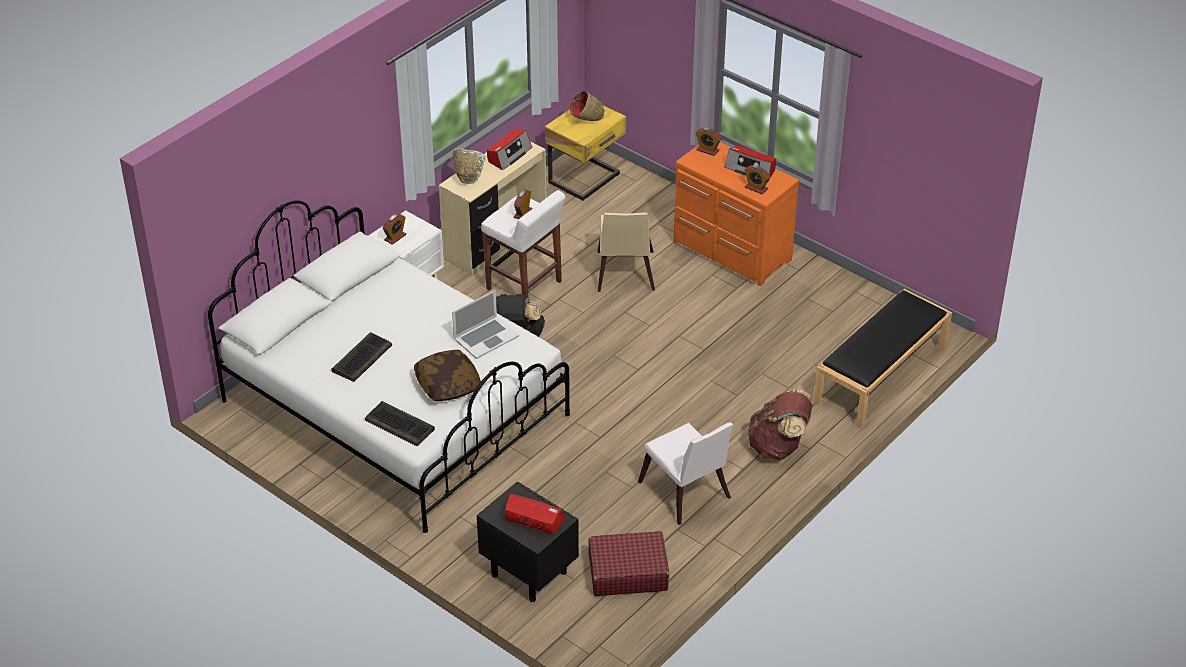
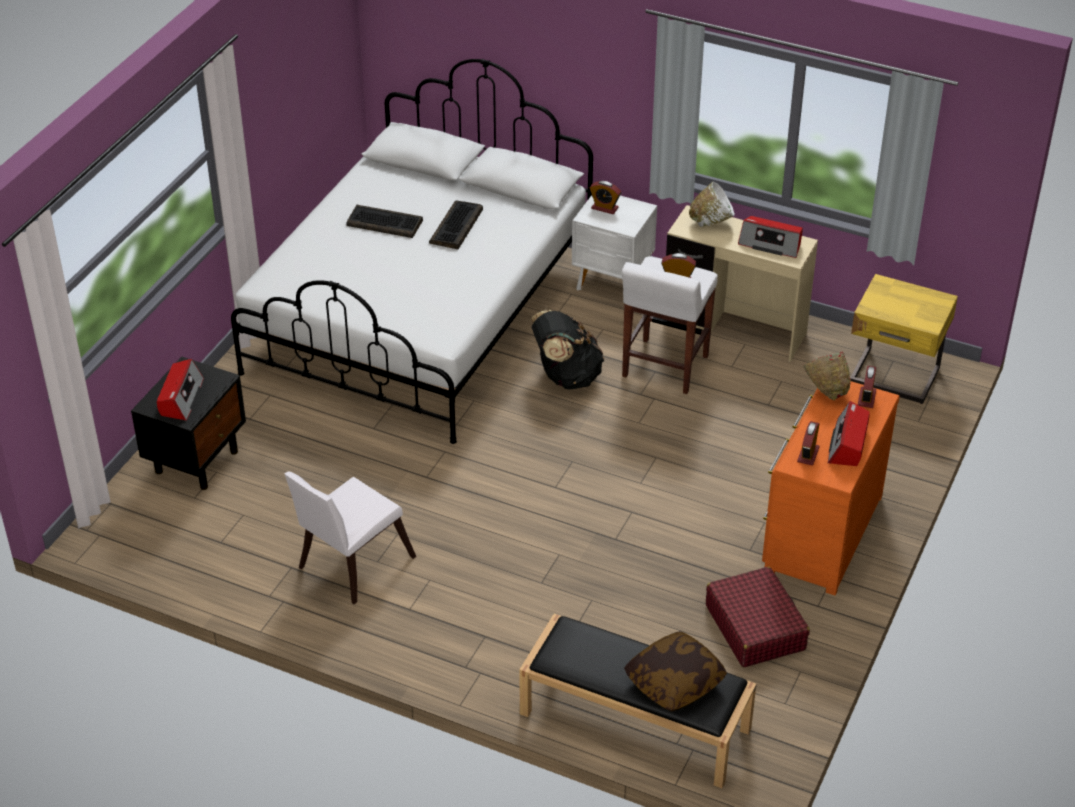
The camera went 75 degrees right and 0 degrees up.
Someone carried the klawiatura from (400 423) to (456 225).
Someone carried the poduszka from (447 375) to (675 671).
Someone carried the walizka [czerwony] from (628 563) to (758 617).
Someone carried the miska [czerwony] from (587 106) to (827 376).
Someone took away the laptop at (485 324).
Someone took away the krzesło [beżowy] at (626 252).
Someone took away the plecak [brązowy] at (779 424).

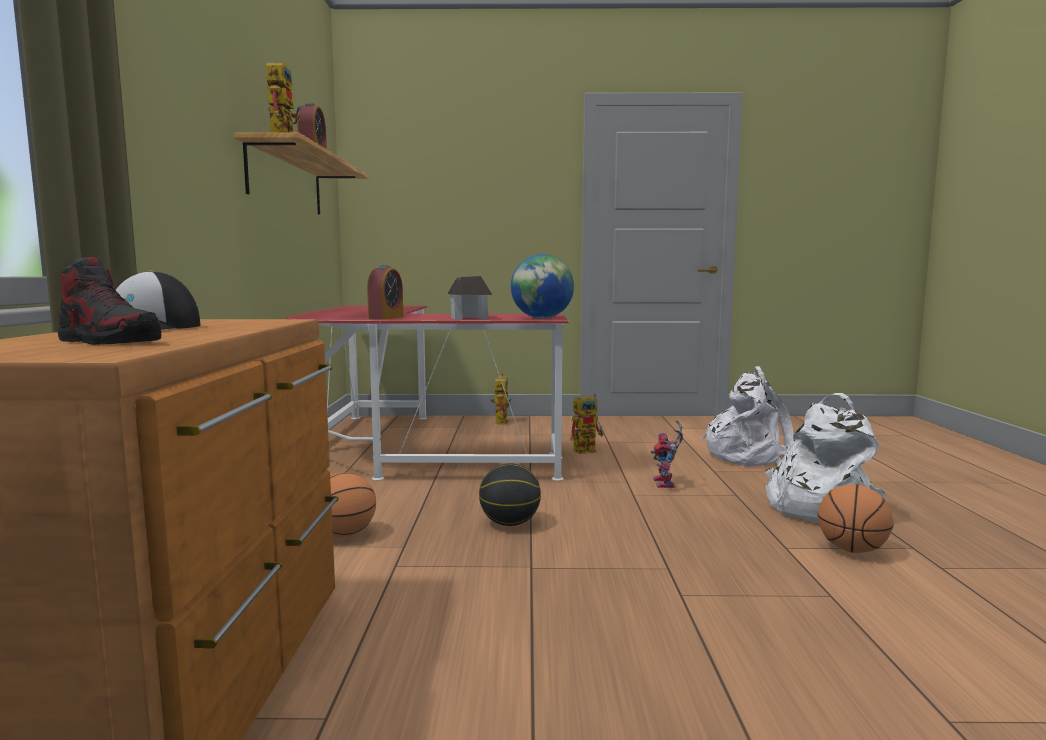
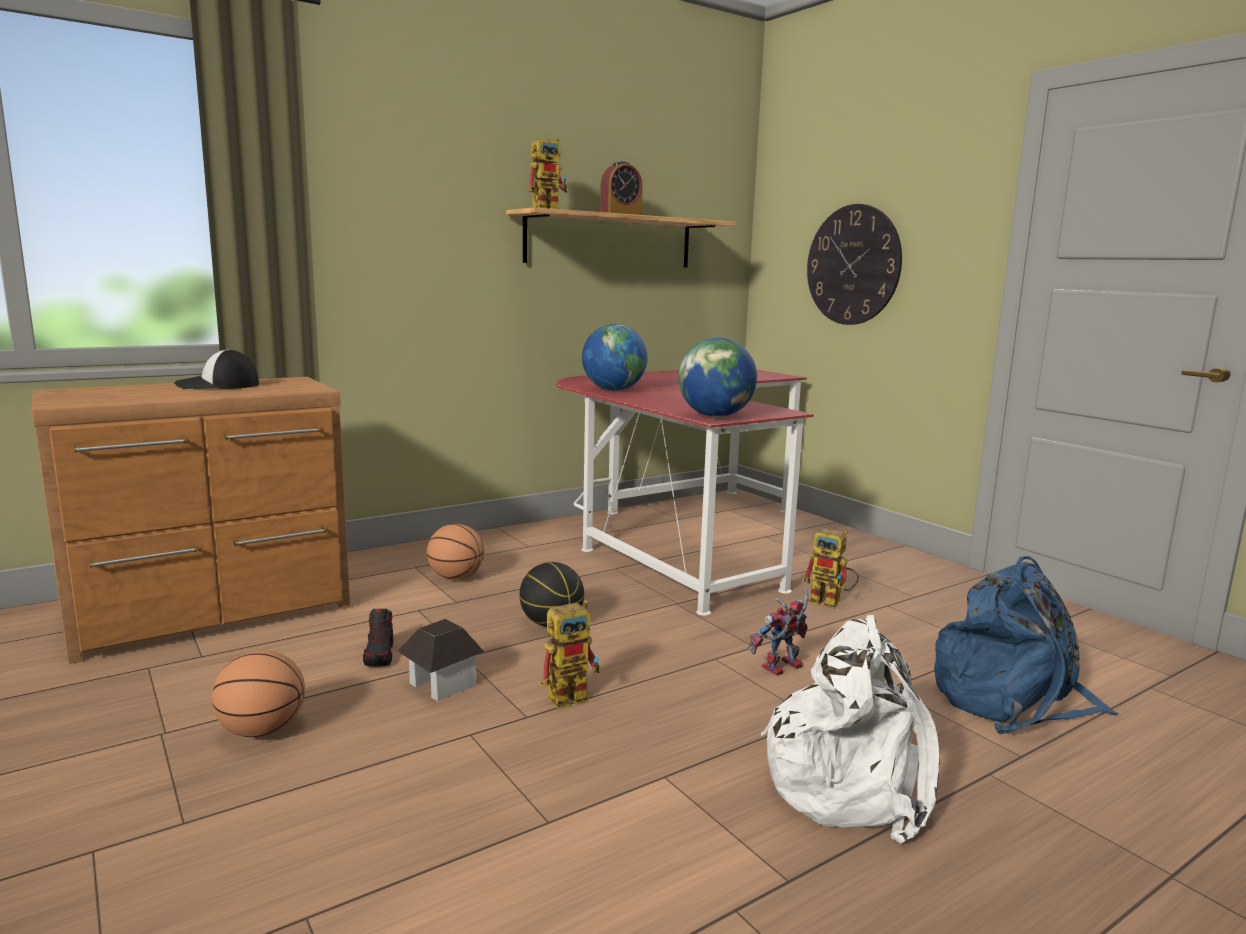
The camera went 55 degrees right and 5 degrees up.
Someone carried the piłka do koszykówki from (855 518) to (258 693).
Someone carried the but from (109 301) to (378 638).
Someone carried the domek from (469 298) to (441 660).
Someone carried the robot zabawkowy from (501 398) to (571 654).
Someone swapped the budzik at (385 292) for the globus at (615 357).
Someone put up the zegar ścienny at (854 264).
Someone repainted the plecak [biały] at (747 416), which became the plecak [niebieski] at (1026 645).

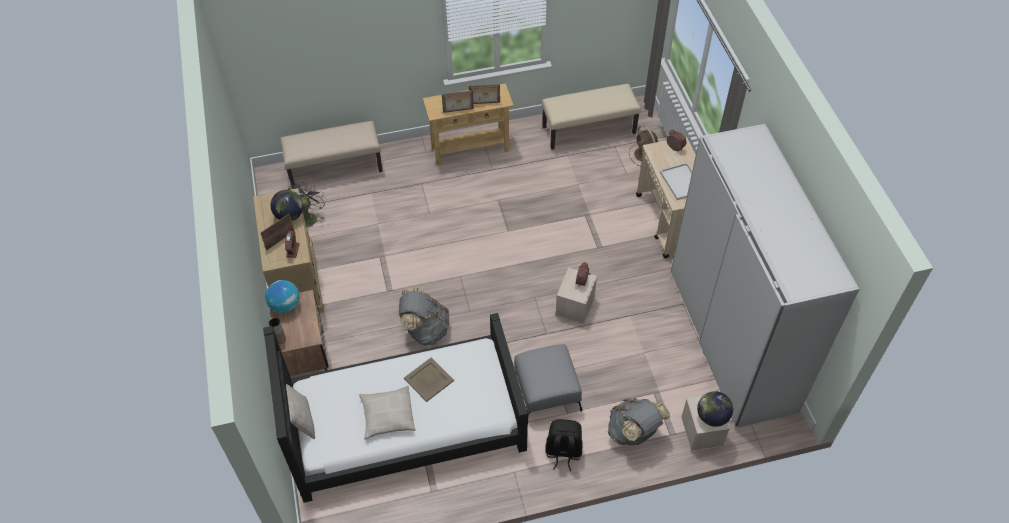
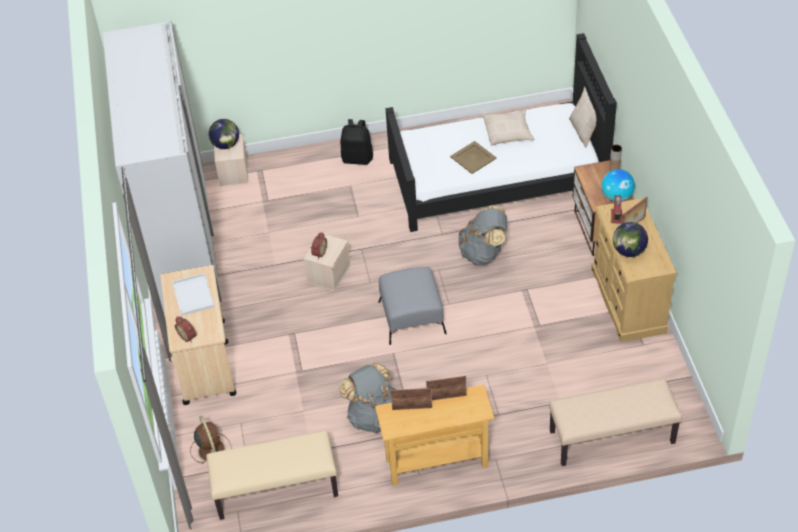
The camera went 175 degrees left and 5 degrees down.
Someone carried the plecak [szary] from (639 421) to (367 398).
Someone carried the pufa [szary] from (548 379) to (412 306).
Someone took away the wentylator [szary] at (306 204).

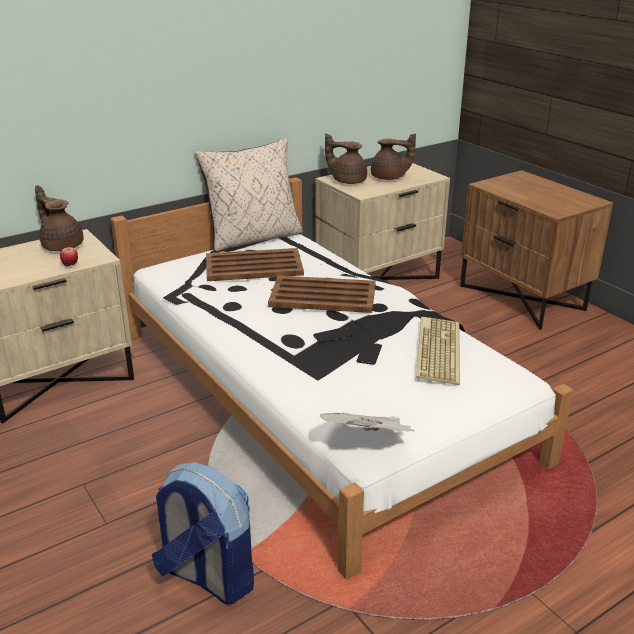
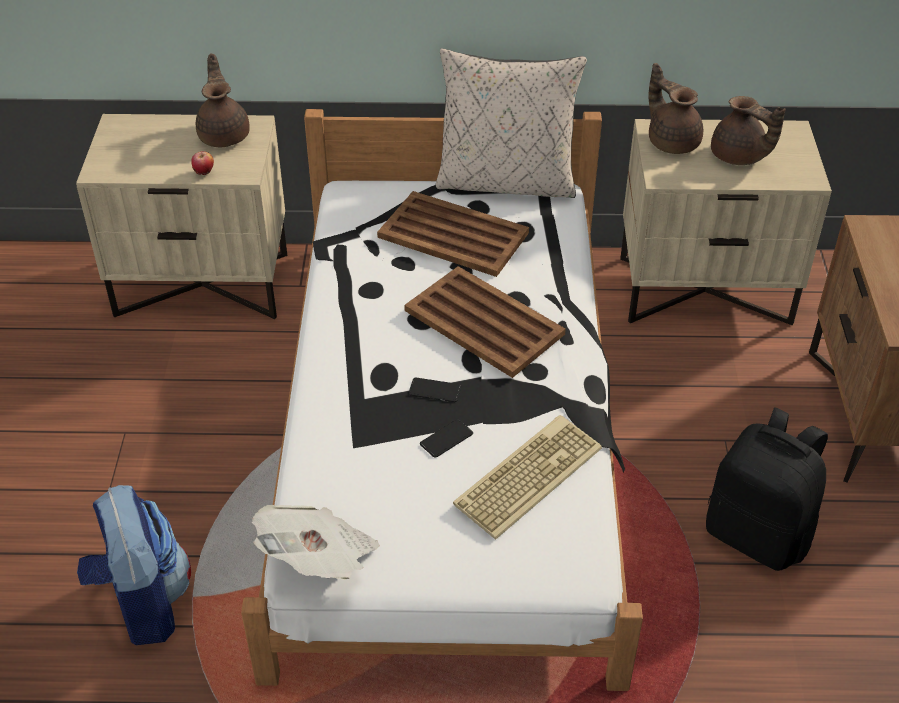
The camera went 35 degrees right and 15 degrees up.
Someone put down the plecak [czarny] at (767 489).

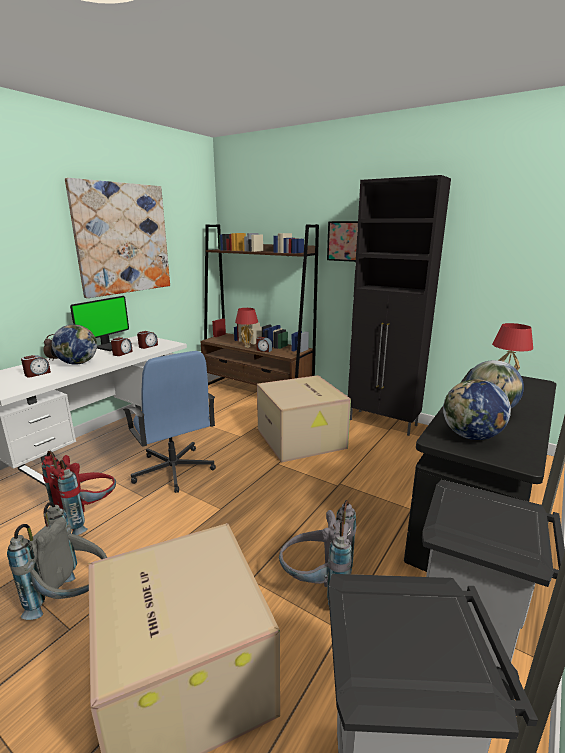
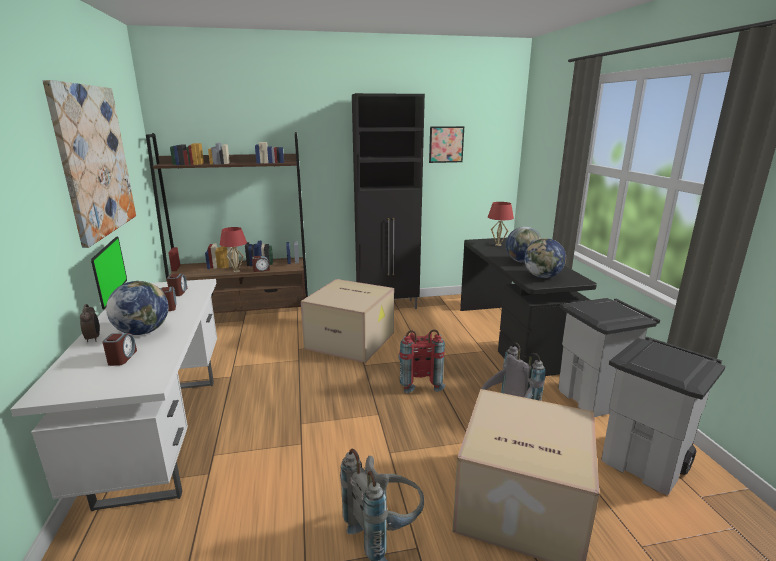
The camera went 45 degrees left and 0 degrees up.
Someone carried the plecak [czerwony] from (79 493) to (422 361).
Someone carried the obraz from (342 241) to (446 144).
Someone took away the krzesło biurowe [niebieski] at (169 422).

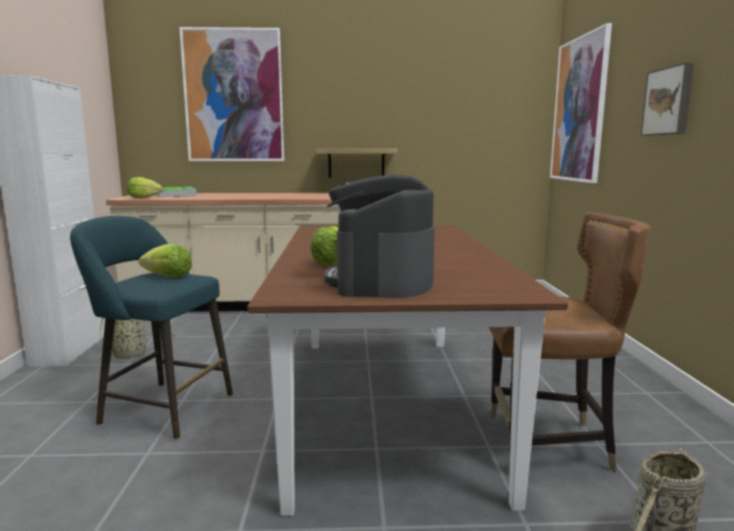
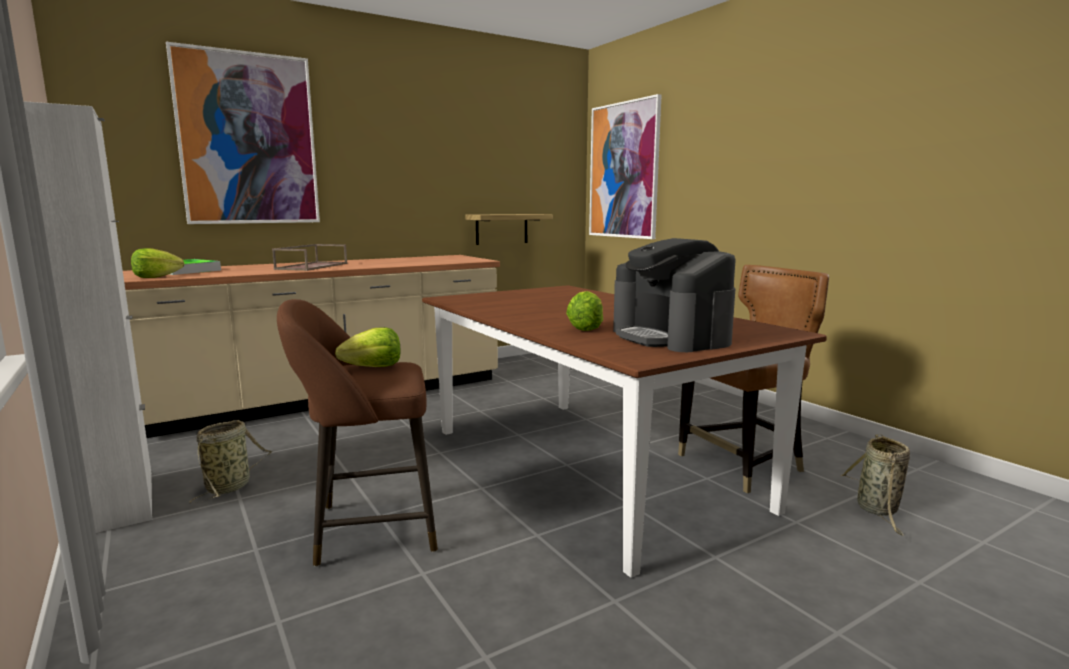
The camera went 30 degrees left and 0 degrees up.
Someone put down the taca [brązowy] at (309 257).
Someone repainted the stołek [turkusowy] at (151 328), which became the stołek [brązowy] at (357 433).
Someone carried the półka from (357 163) to (509 229).
Someone took away the obraz at (667 99).

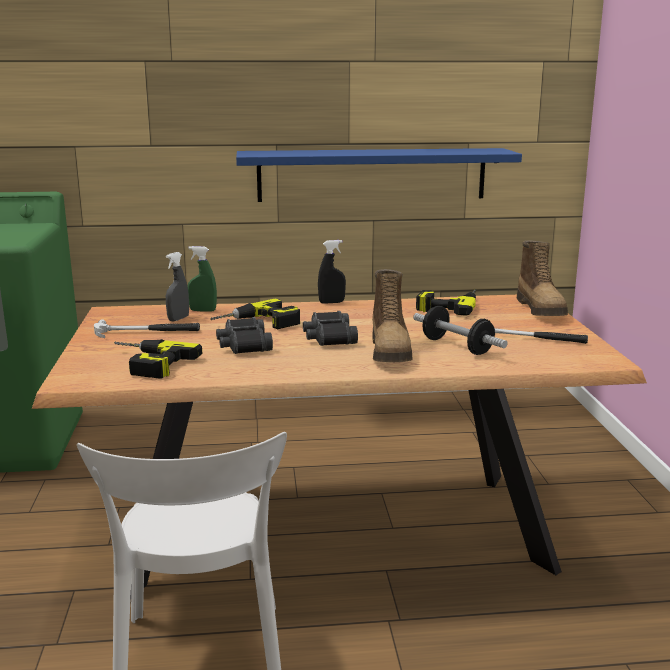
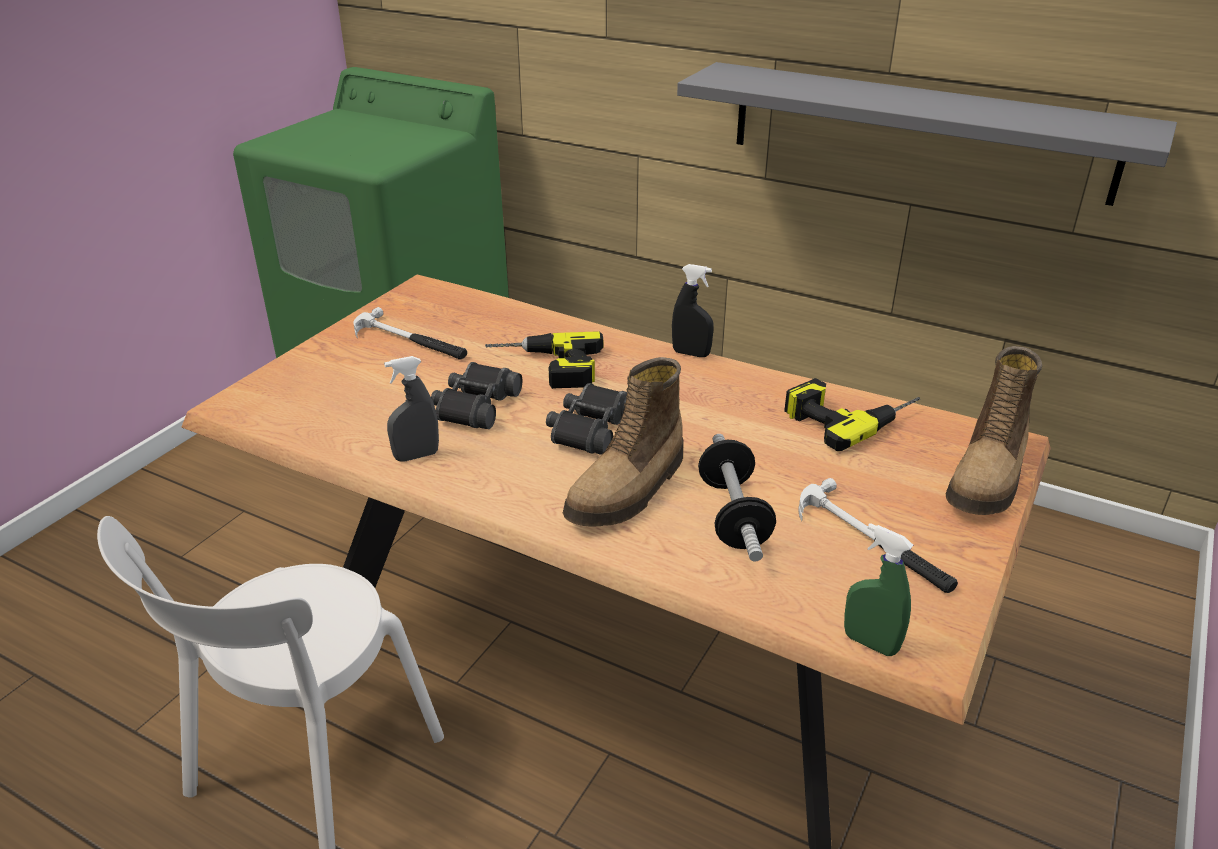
The camera went 35 degrees right and 15 degrees up.
Someone carried the spryskiwacz [szary] from (177 286) to (411 409).
Someone repainted the półka [niebieski] at (379 175), which became the półka [szary] at (927 134).
Someone carried the spryskiwacz [zielony] from (202 278) to (878 589).
Someone took away the wiertarka at (158 359).

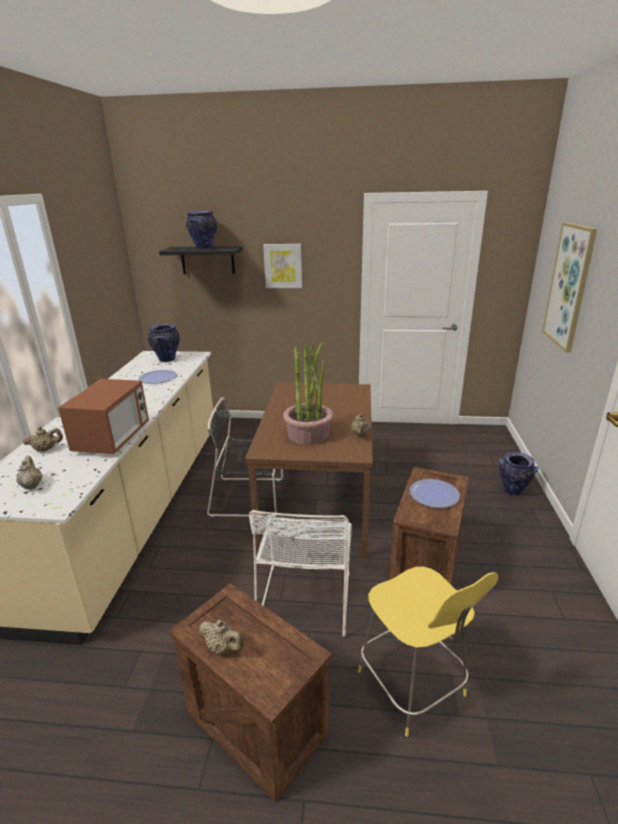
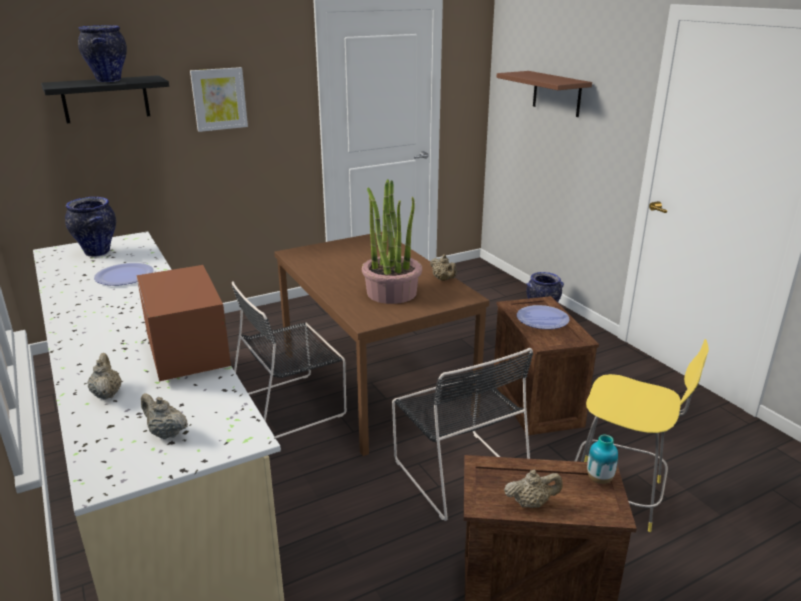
The camera went 35 degrees left and 0 degrees up.
Someone rotated the imbryk [beżowy] at (42 439) by 60 degrees counterclockwise.
Someone repainted the krzesło [biały] at (300 573), which became the krzesło [czarny] at (462 434).
Someone swapped the obraz at (569 287) for the półka [brązowy] at (544 94).
Someone put down the wazon at (602 459).

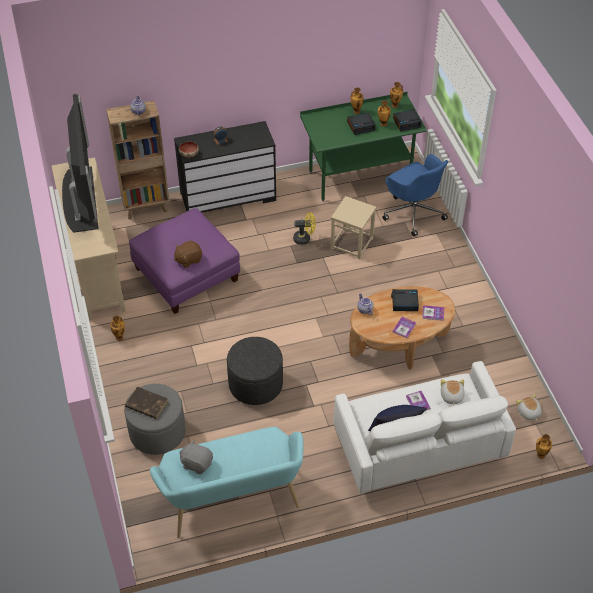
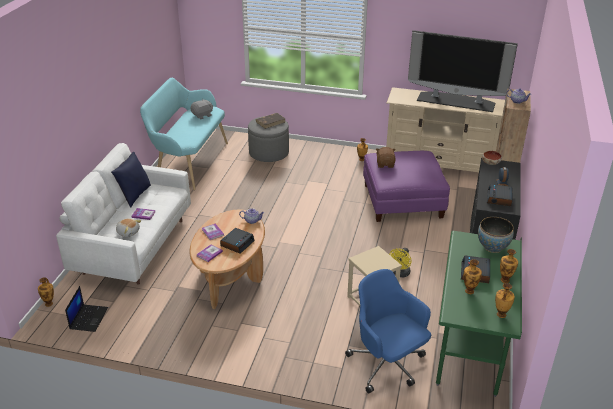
The camera went 120 degrees right and 15 degrees down.
Someone swapped the pluszak at (529 407) for the laptop at (86 309).
Someone rotated the krzesło biurowe [niebieski] at (415 195) by 60 degrees clockwise.
Someone put down the miska at (496 235).
Someone carried the budzik from (407 120) to (500 195).
Someone took away the pufa [szary] at (255 371).

